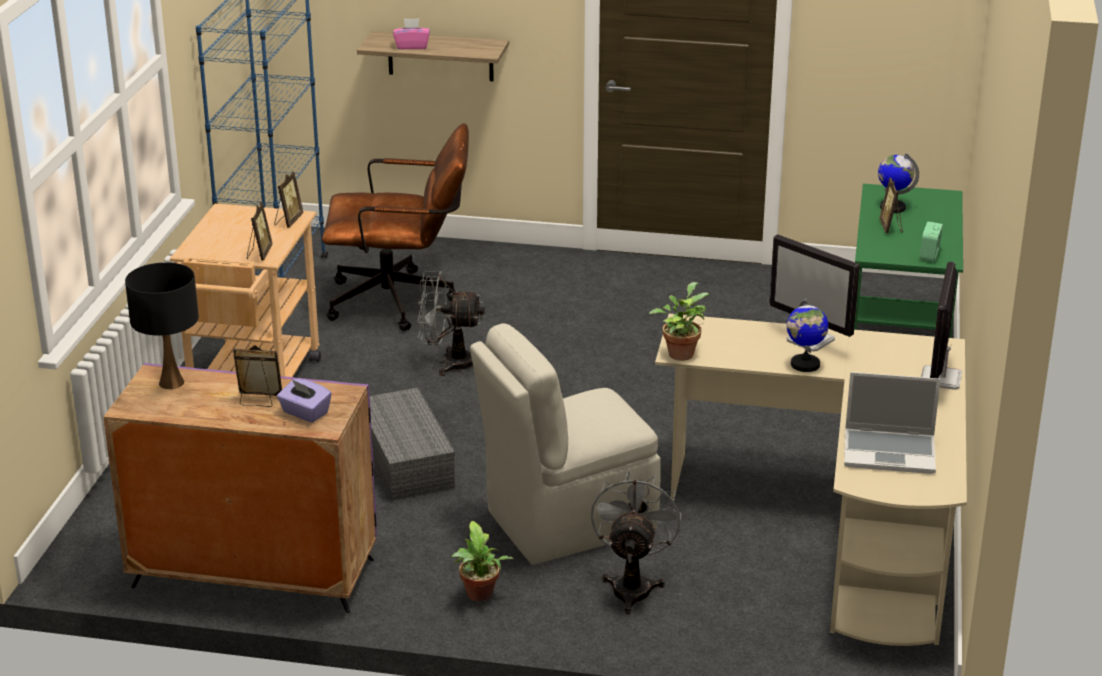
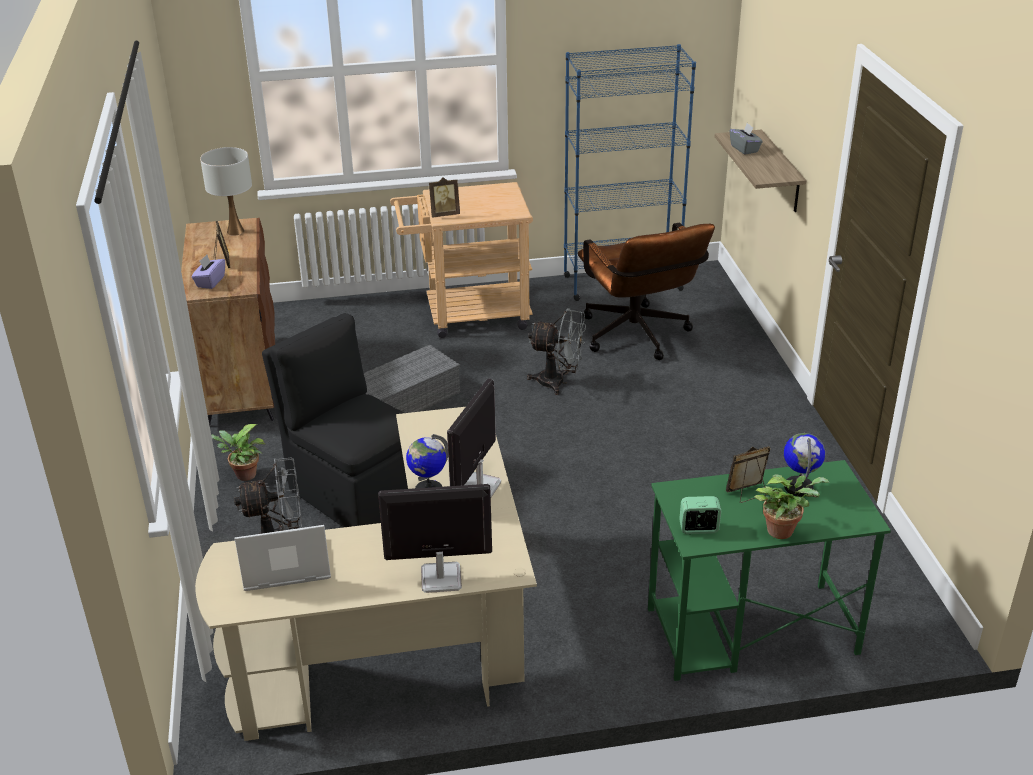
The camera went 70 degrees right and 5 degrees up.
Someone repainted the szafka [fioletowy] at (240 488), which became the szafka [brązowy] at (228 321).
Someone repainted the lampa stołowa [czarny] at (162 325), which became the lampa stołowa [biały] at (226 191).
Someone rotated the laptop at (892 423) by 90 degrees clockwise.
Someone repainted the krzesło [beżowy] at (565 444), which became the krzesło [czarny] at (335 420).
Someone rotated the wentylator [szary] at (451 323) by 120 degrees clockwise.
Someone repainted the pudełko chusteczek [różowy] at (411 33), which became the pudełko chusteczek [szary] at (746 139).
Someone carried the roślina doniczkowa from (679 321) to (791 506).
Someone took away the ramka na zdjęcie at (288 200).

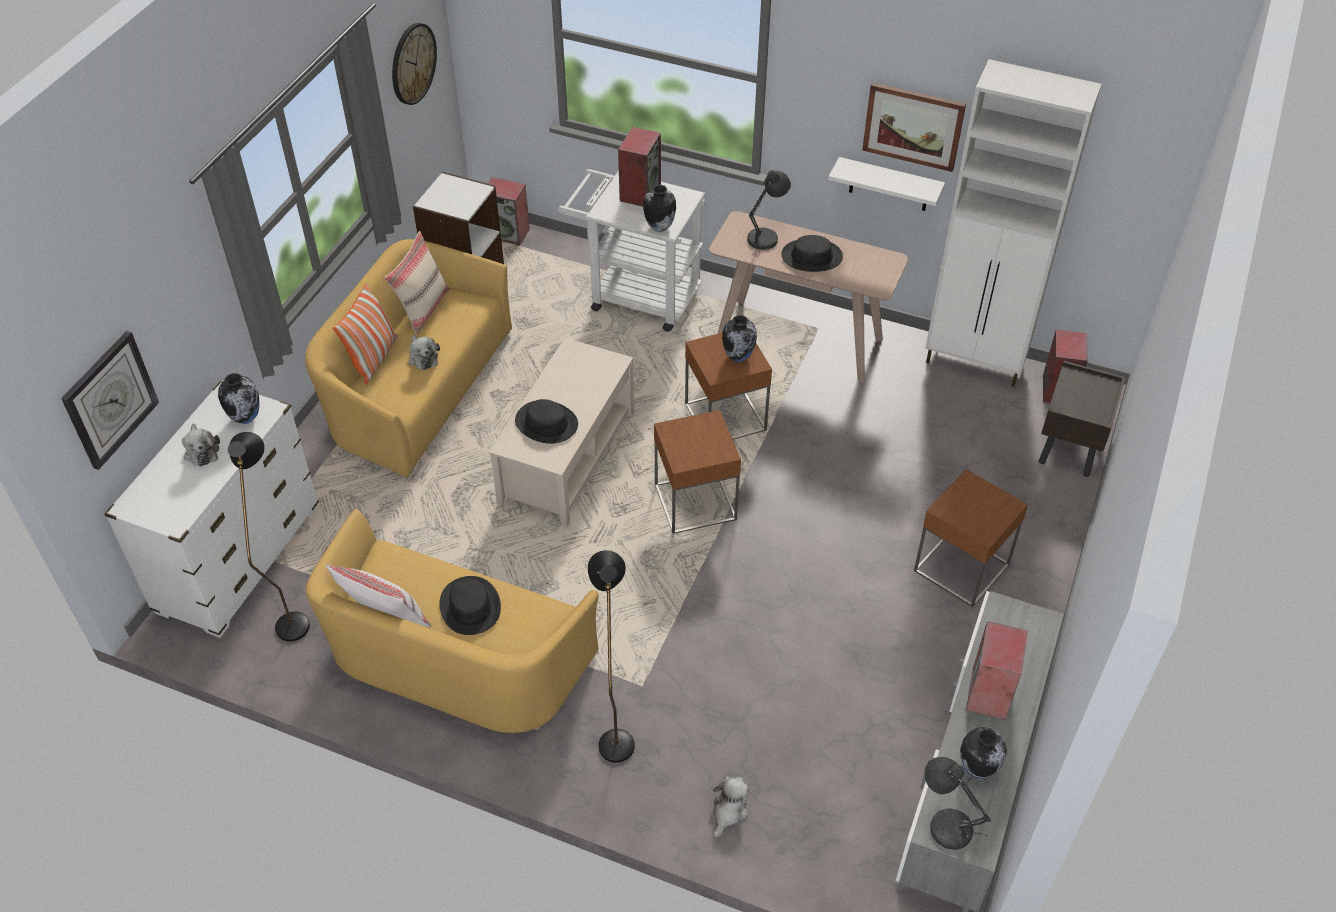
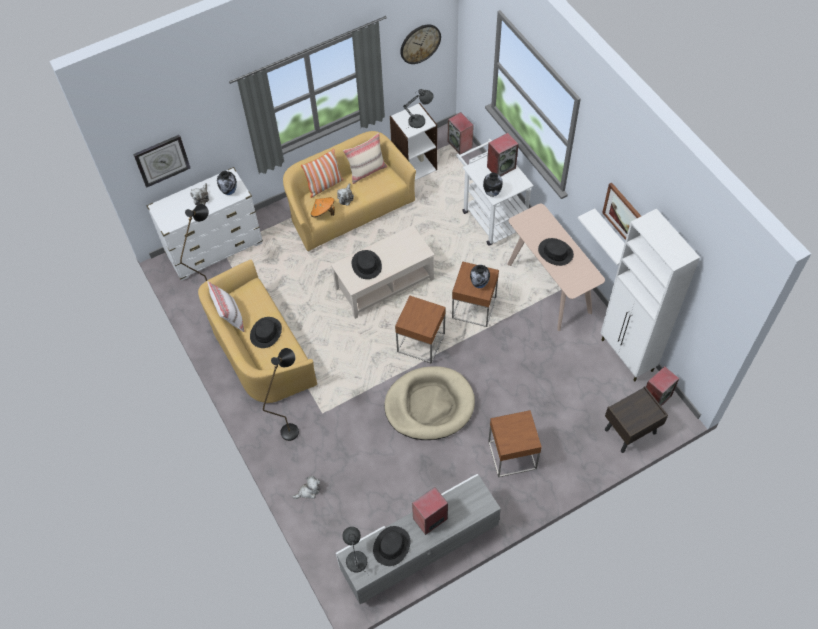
The camera went 40 degrees right and 10 degrees up.
Someone put down the kapelusz [pomarańczowy] at (323 207).
Someone swapped the wazon at (983 753) for the kapelusz [czarny] at (391 546).
Someone put down the legowisko [beżowy] at (429 403).
Someone carried the lampa stołowa [szary] from (769 212) to (418 108).

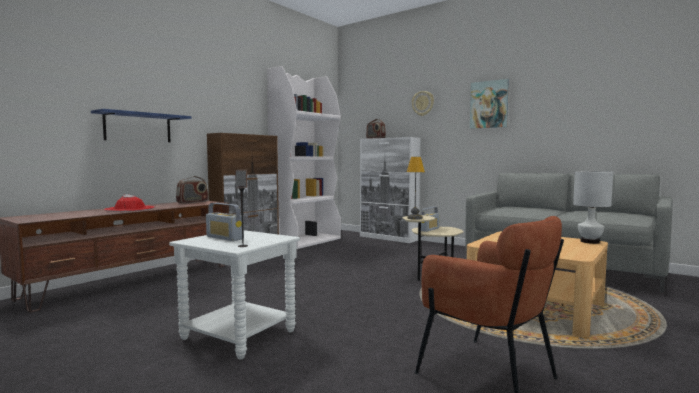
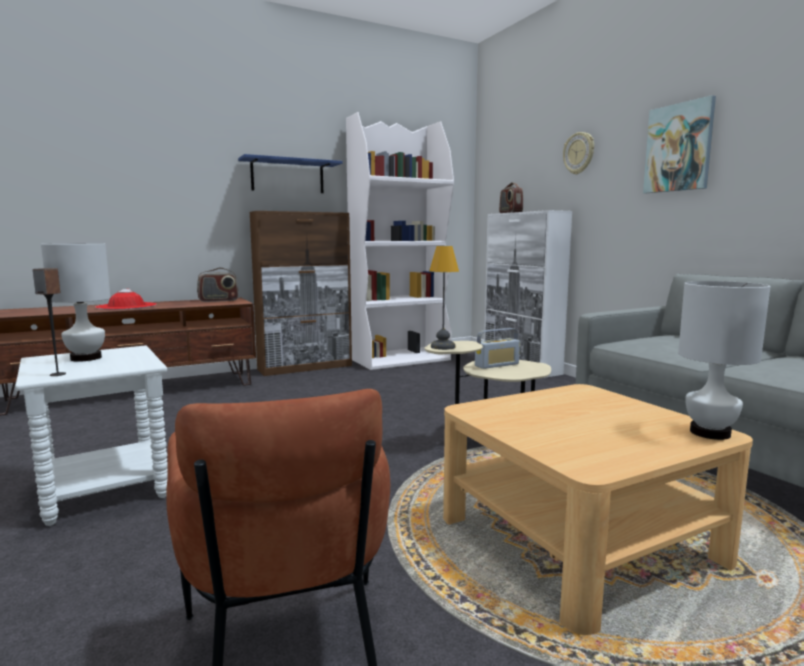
The camera went 25 degrees right and 5 degrees up.
Someone swapped the radio at (225 222) for the lampa stołowa [biały] at (75 302).
Someone carried the półka [niebieski] from (141 125) to (290 173).

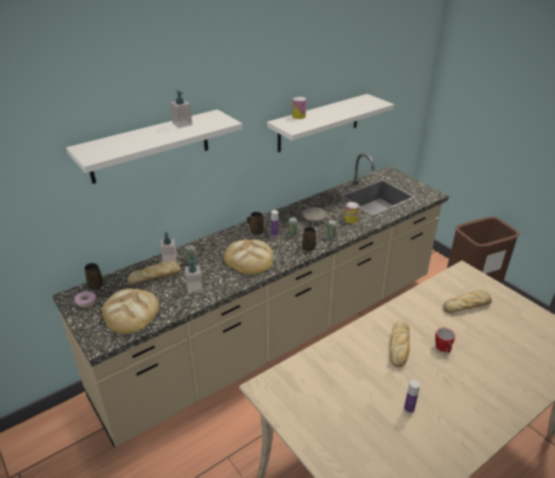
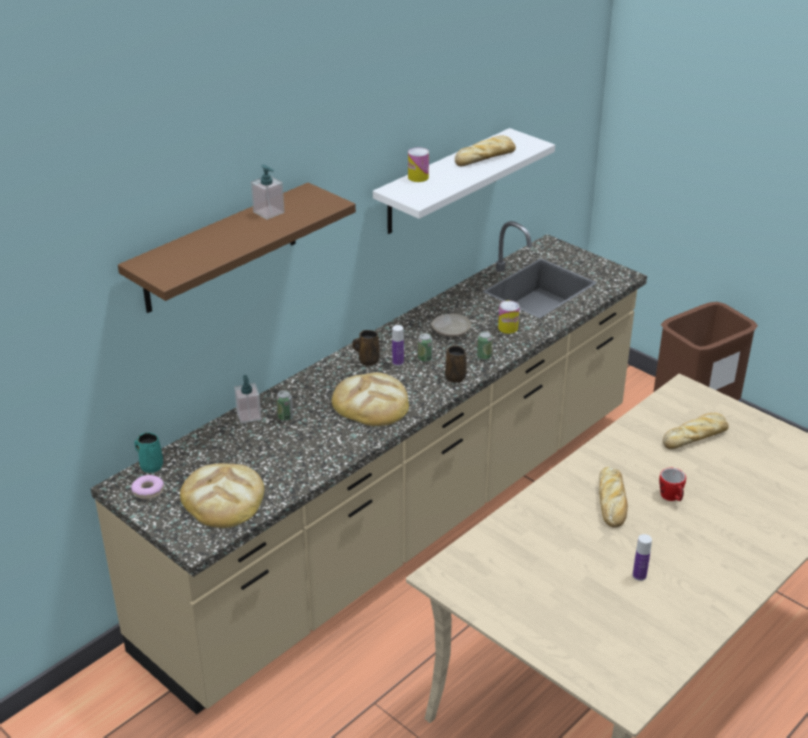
The camera went 10 degrees left and 0 degrees up.
Someone repainted the półka [biały] at (154 146), which became the półka [brązowy] at (237 248).
Someone repainted the kubek [brązowy] at (93 276), which became the kubek [turkusowy] at (148 452).
Someone carried the chleb from (154 273) to (485 151).
Someone took away the dozownik mydła at (193 276).

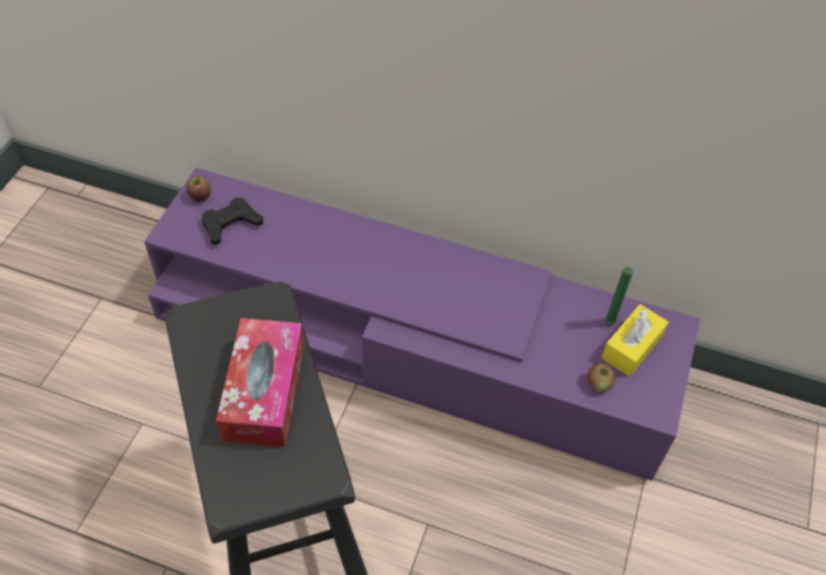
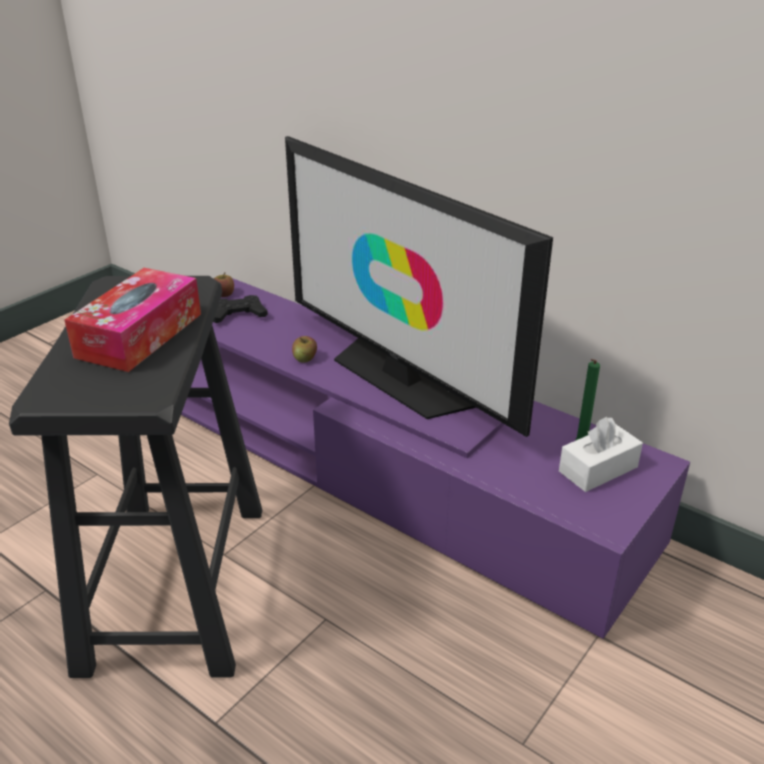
The camera went 20 degrees right and 20 degrees down.
Someone put down the telewizor at (419 286).
Someone carried the jabłko from (601 377) to (304 349).
Someone repainted the pudełko chusteczek [żółty] at (635 340), which became the pudełko chusteczek [biały] at (601 454).

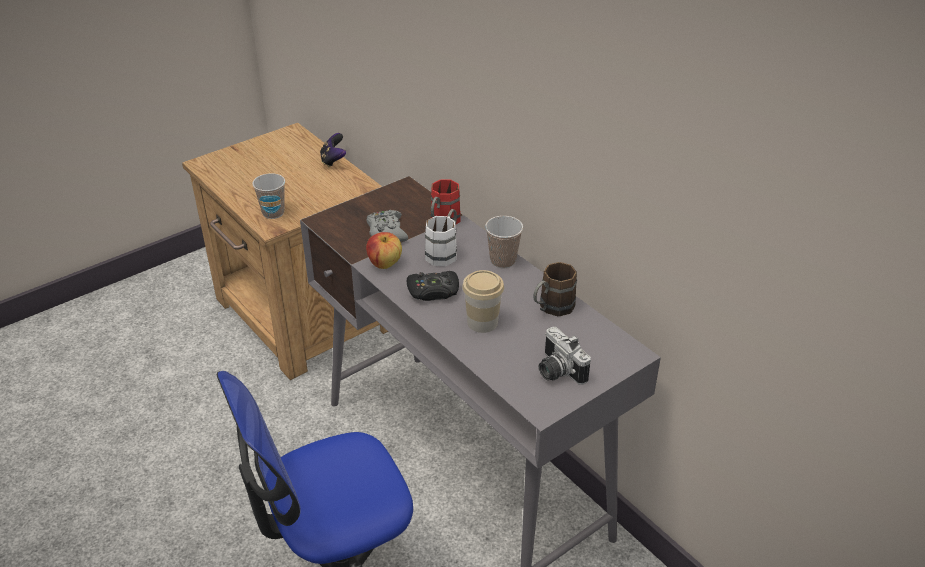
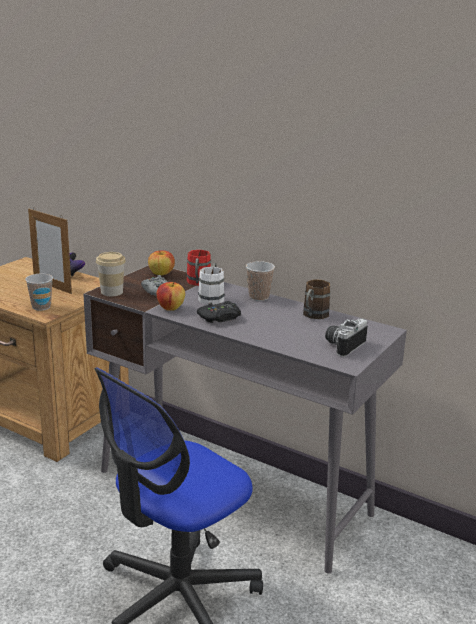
The camera went 20 degrees left and 15 degrees down.
Someone put down the ramka na zdjęcie at (50 251).
Someone carried the filiżanka from (483 301) to (111 274).
Someone put down the jabłko at (161 262).
Someone rotated the aparat fotograficzny at (565 355) by 90 degrees clockwise.

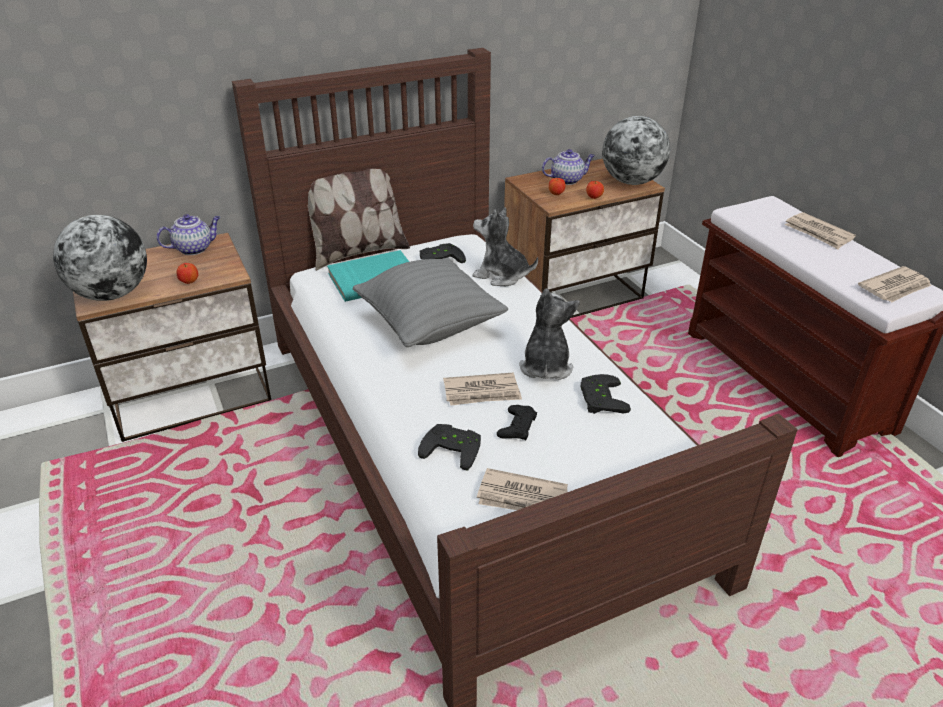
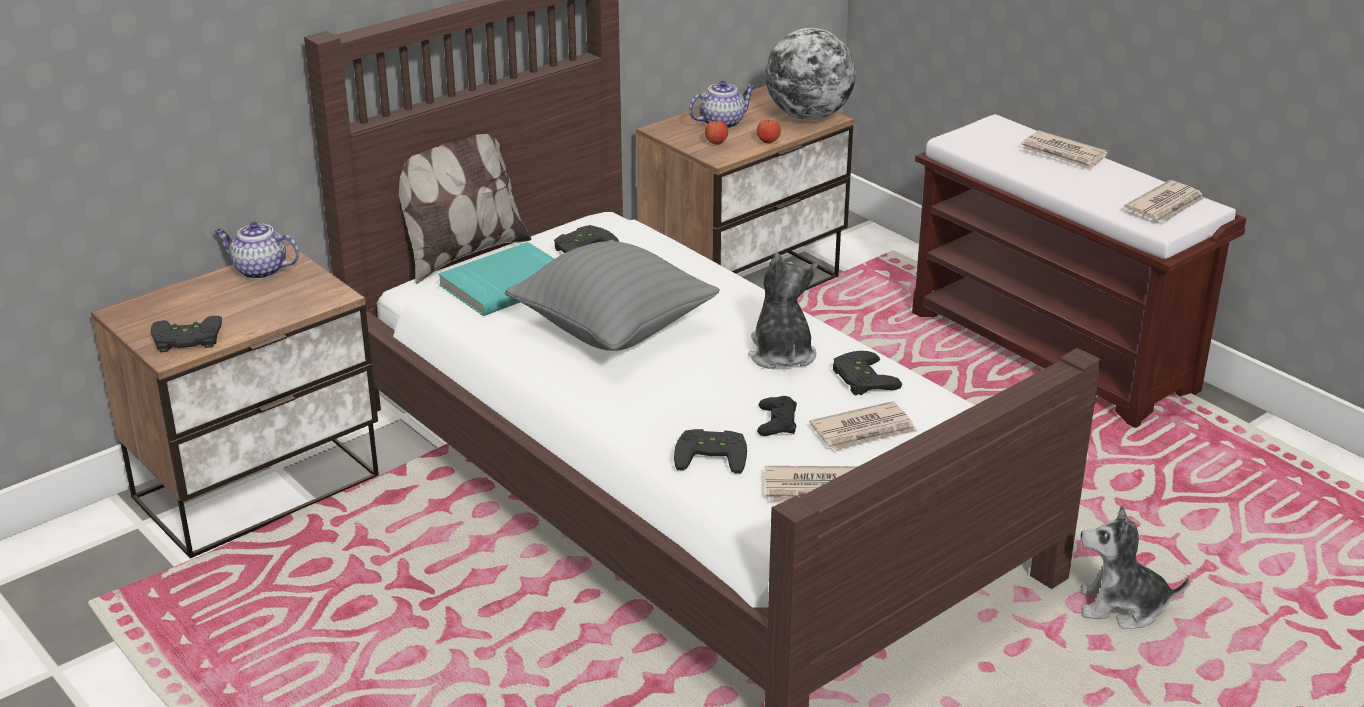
The camera went 15 degrees left and 5 degrees down.
Someone swapped the globus at (100 258) for the pad do gier [czarny] at (186 334).
Someone rotated the imbryk at (188 234) by 120 degrees counterclockwise.
Someone carried the gazeta from (482 389) to (863 426).
Someone carried the pluszak from (505 246) to (1135 567).
Someone took away the jabłko at (187 273).

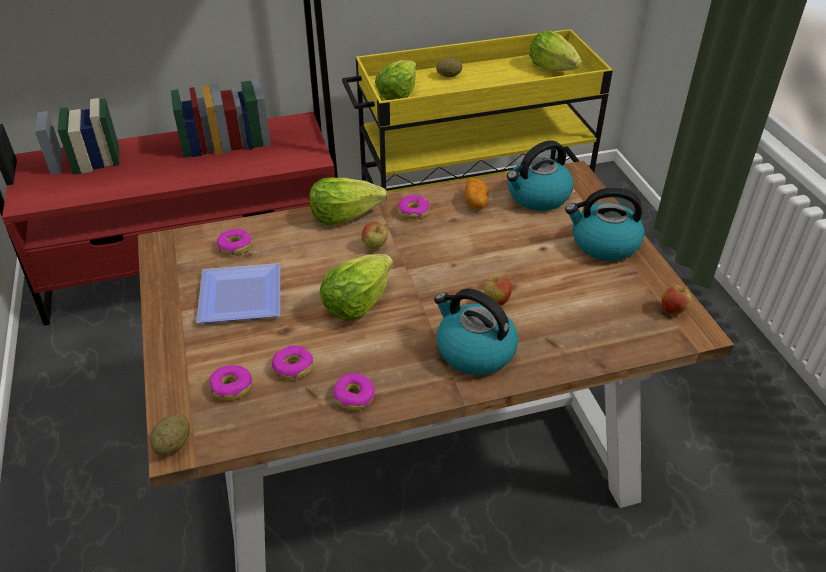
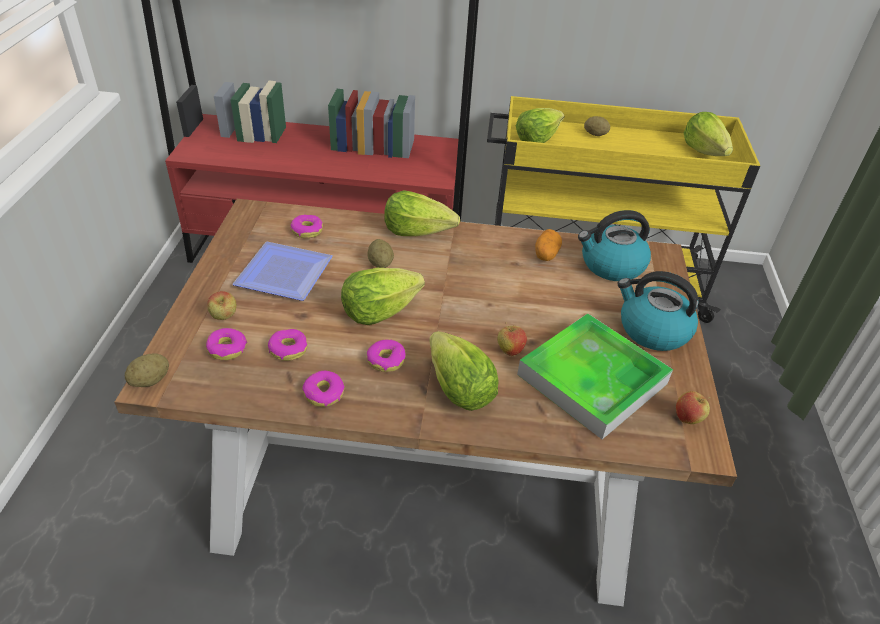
The camera went 20 degrees right and 0 degrees up.
Someone carried the jabłko from (375 235) to (221 305).
Someone put down the ziemniak at (380 253).
Someone carried the donut from (413 207) to (386 355).
Someone swapped the czajnik at (476 331) for the sałata at (464 371).
Someone put down the taca at (595 376).

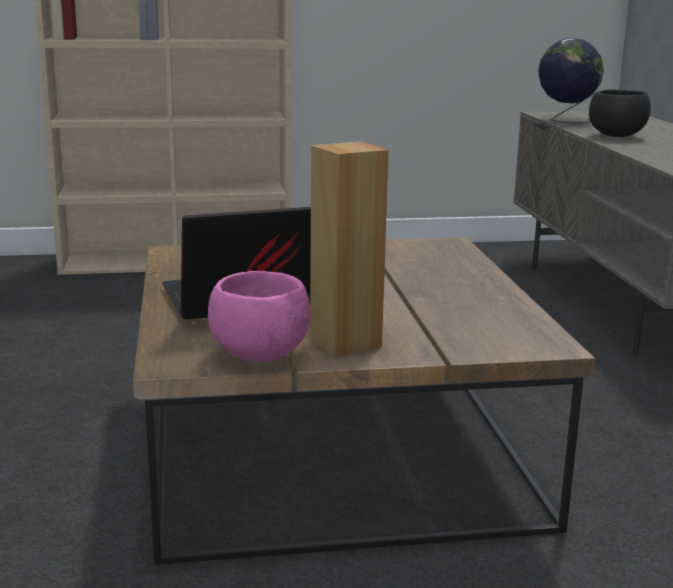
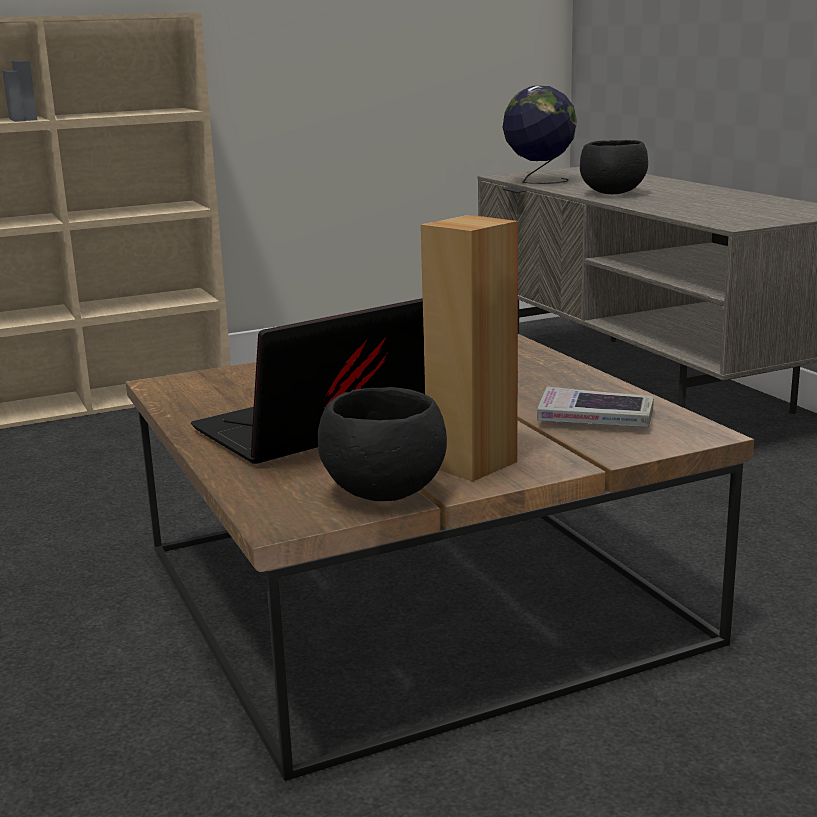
The camera went 15 degrees left and 0 degrees up.
Someone repainted the miska [różowy] at (259 316), which became the miska [czarny] at (382 444).
Someone put down the książka at (595 407).

